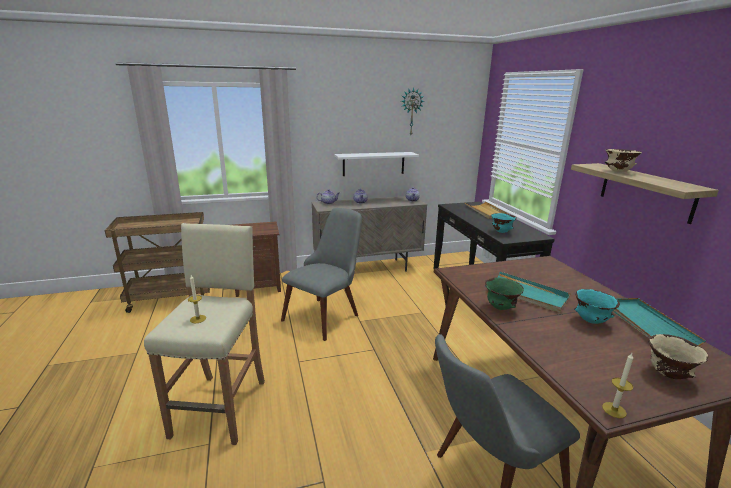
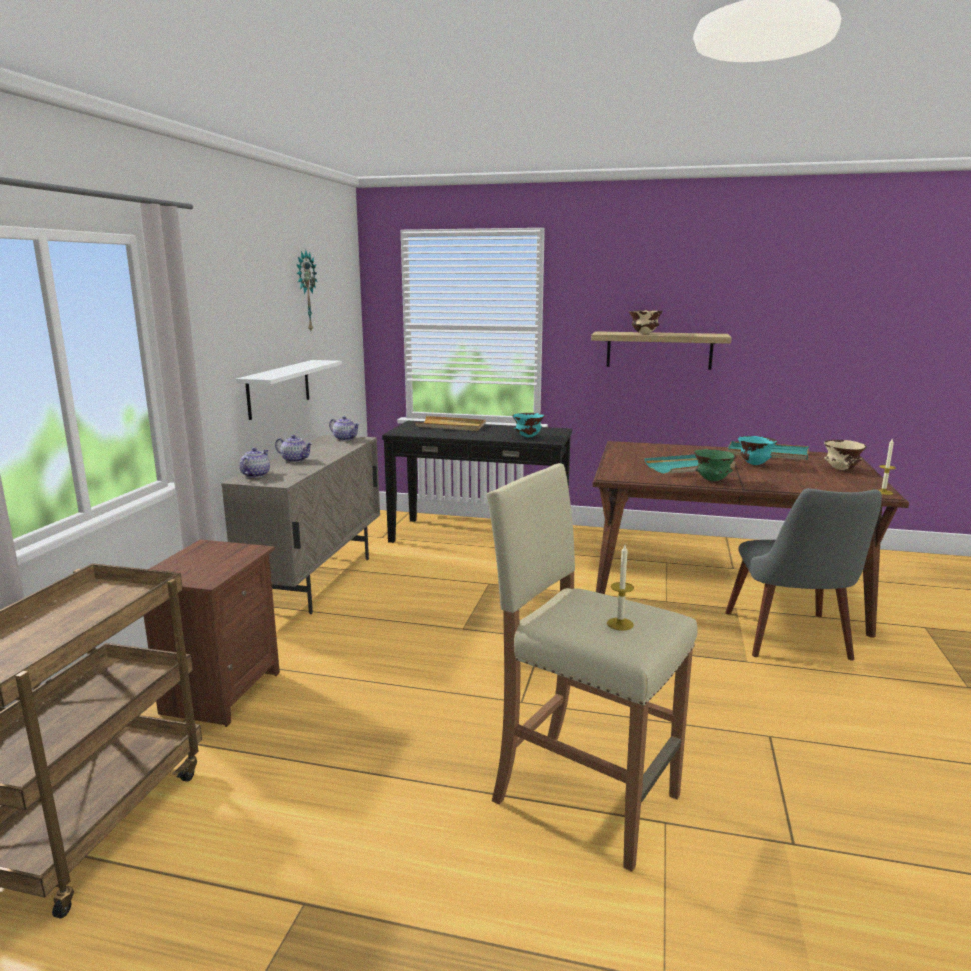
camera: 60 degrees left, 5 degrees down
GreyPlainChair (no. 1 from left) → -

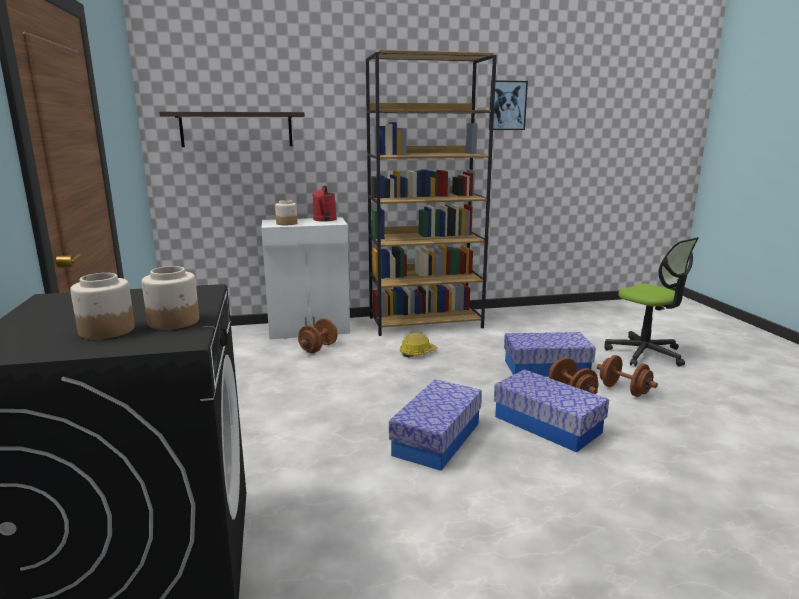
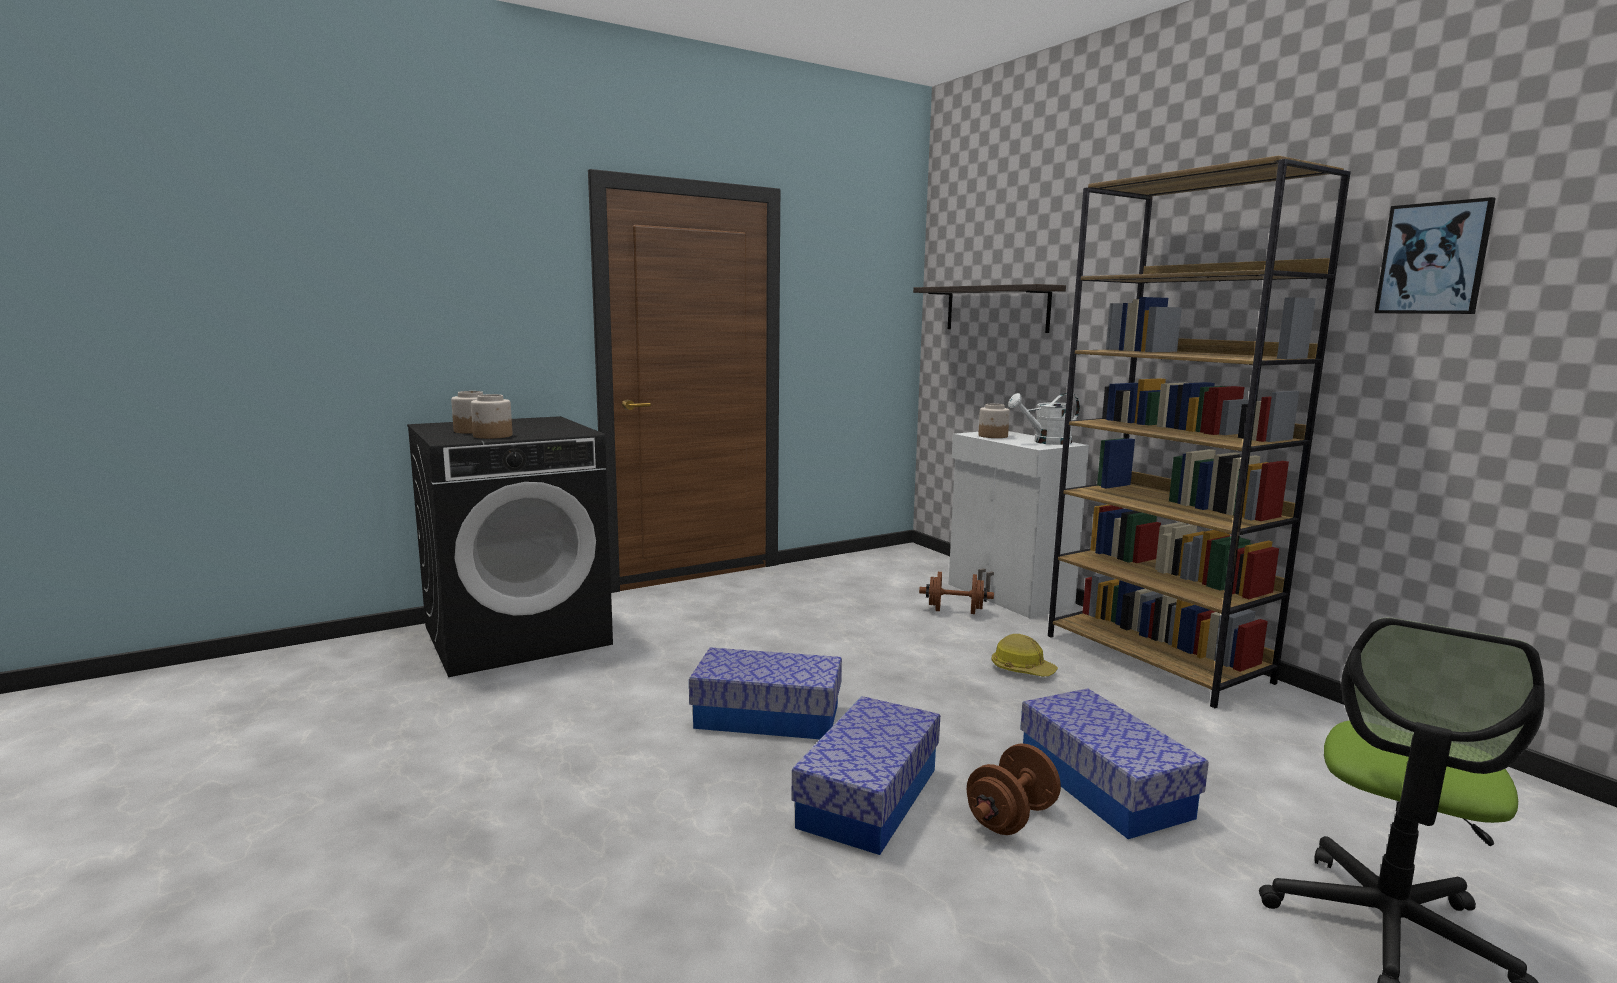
camera: 70 degrees right, 5 degrees down
BrownishDumbbell (no. 3 from left) → -
RedColouredWateringCan → WhiteColouredWateringCan

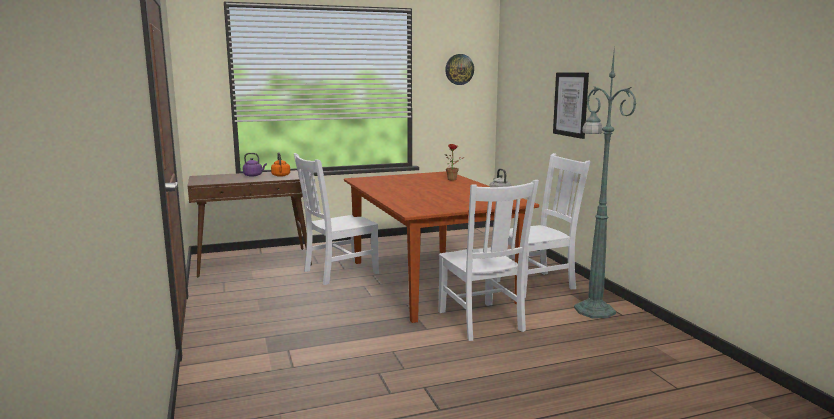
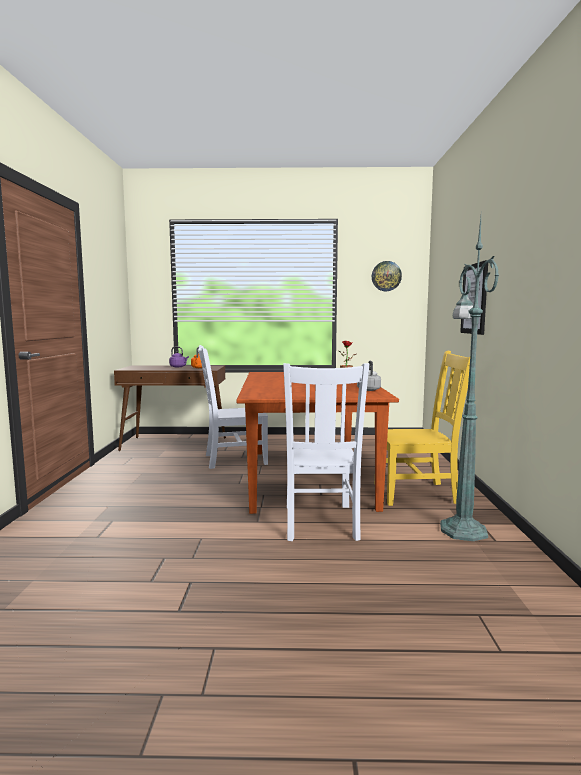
camera: 20 degrees right, 5 degrees down
WhiteColouredPlainChair (no. 3 from left) → YellowishPlainChair

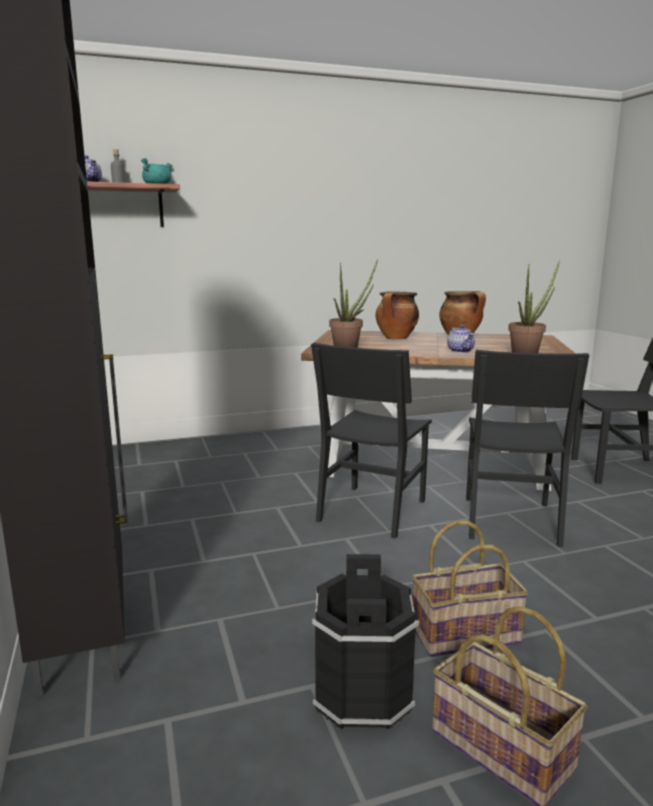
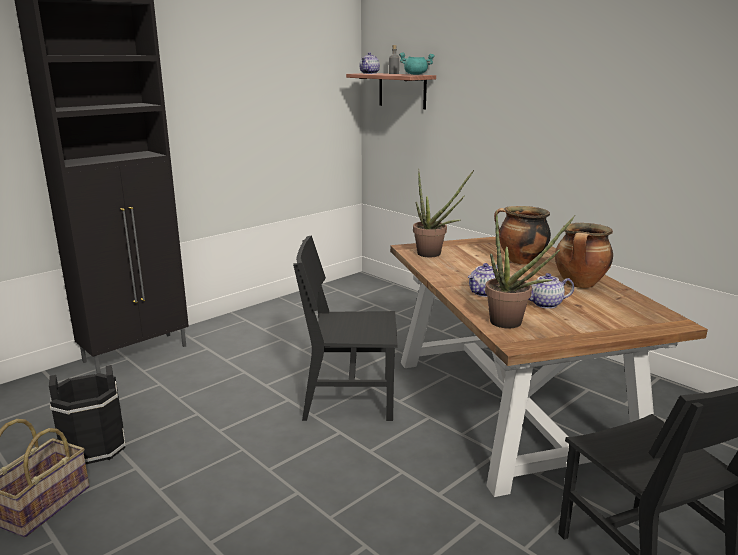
camera: 65 degrees right, 5 degrees up
HouseholdBasket (no. 1 from left) → -
BlackColouredPlainChair (no. 2 from left) → -
- → PotForTea (no. 3 from left)

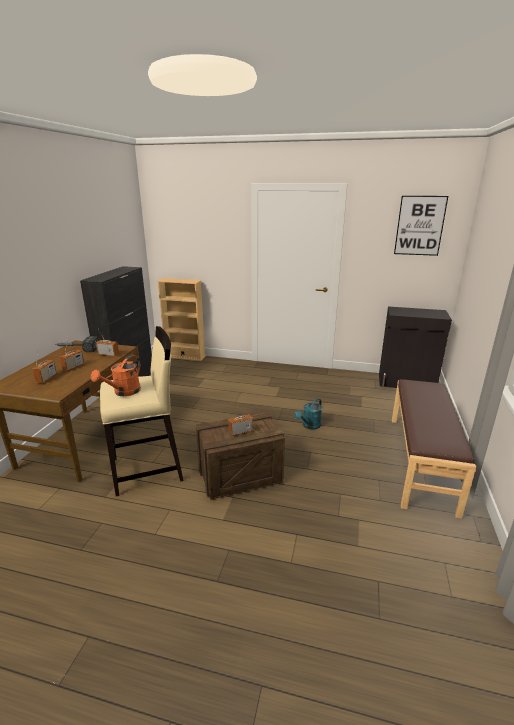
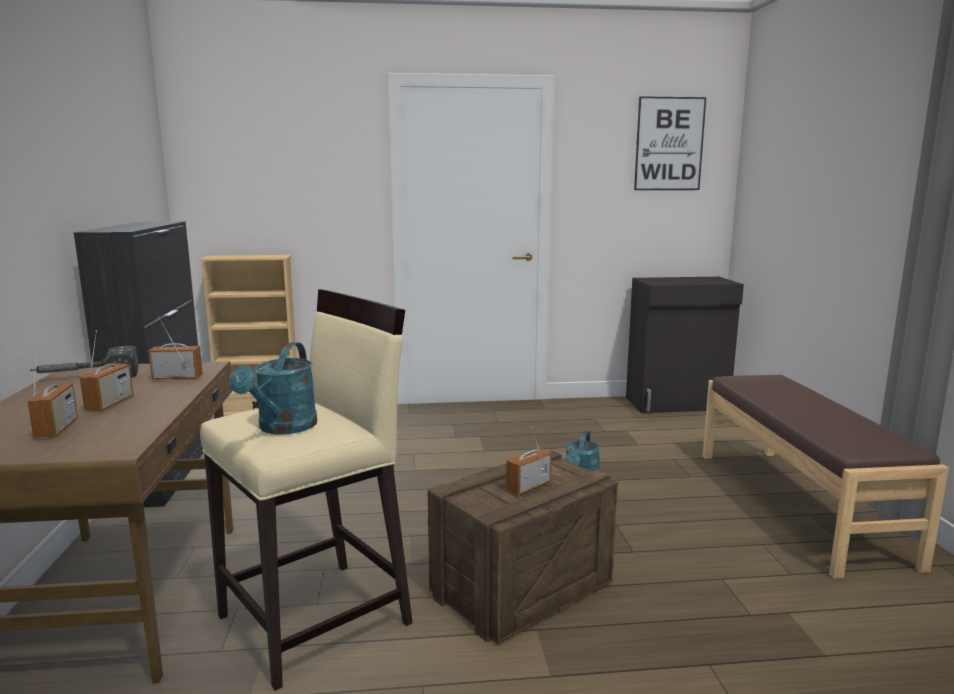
camera: 20 degrees left, 10 degrees down
OrangeyWateringCan → TurquoiseWateringCan (no. 1 from left)

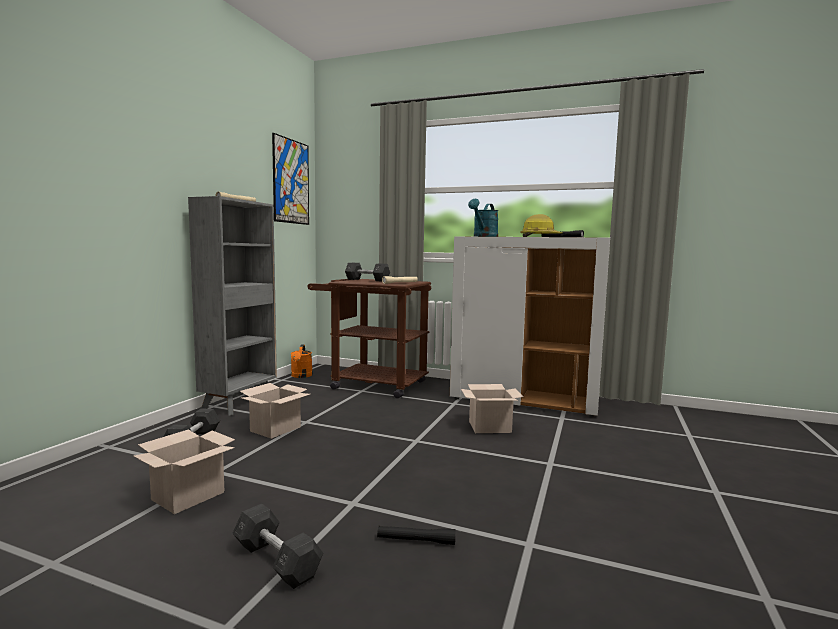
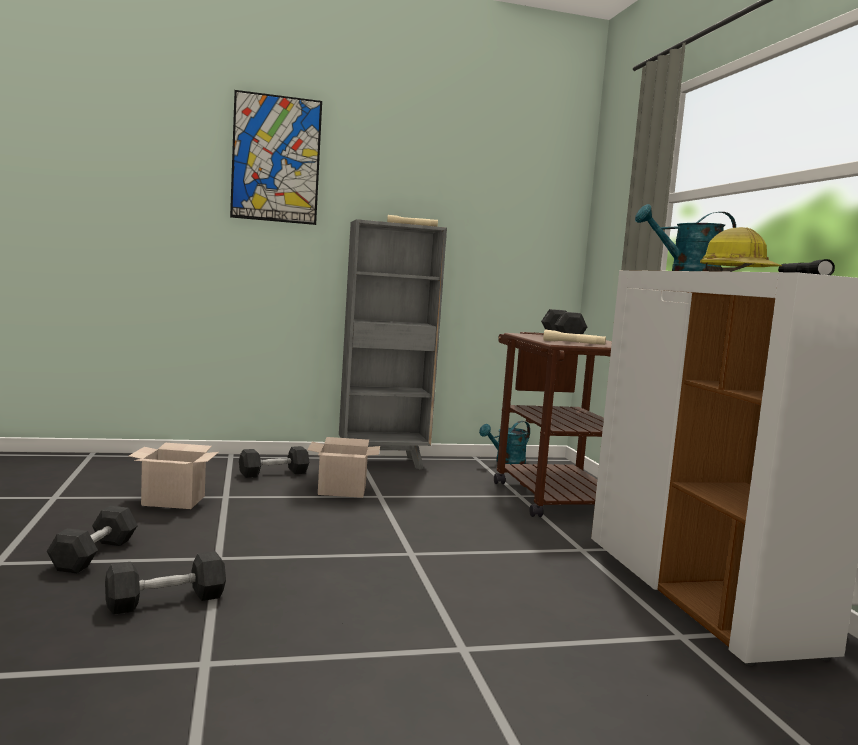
camera: 55 degrees right, 0 degrees up
CardboardBox (no. 3 from left) → -
WallArt, shifted
BlackColouredFlashlight (no. 1 from left) → GreyDumbbell (no. 2 from left)
OrangeyWateringCan → TurquoiseWateringCan (no. 1 from left)

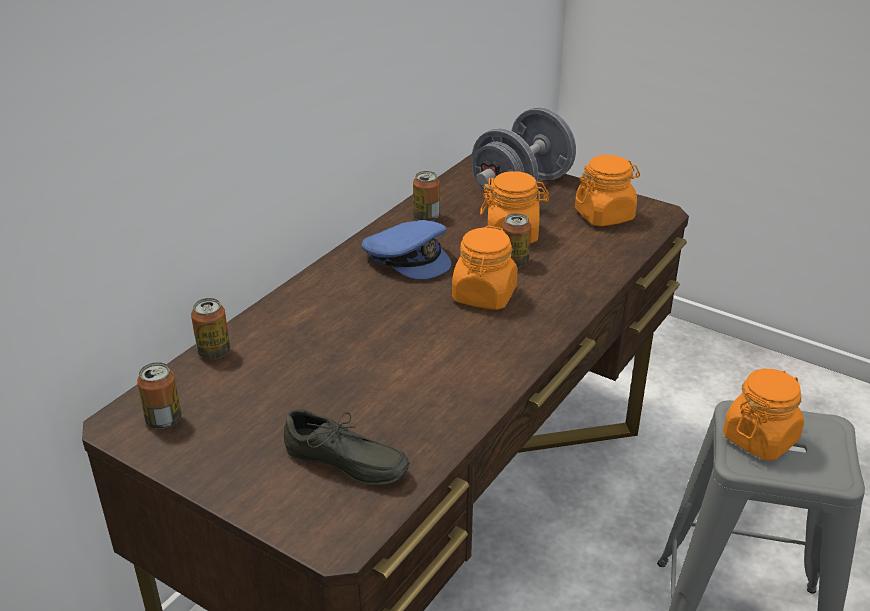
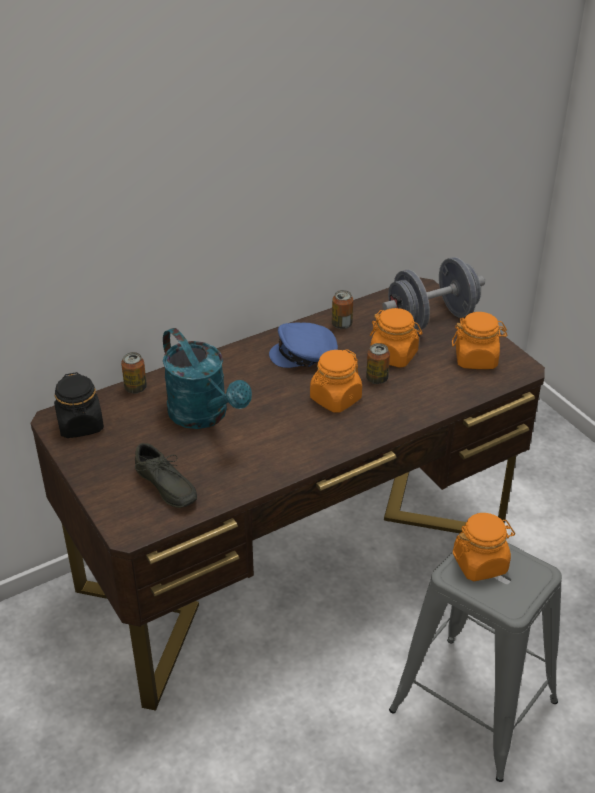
camera: 25 degrees right, 5 degrees up
- → TurquoiseWateringCan
Can (no. 1 from left) → BlackColouredPreserveJar
BluishCap, 105 degrees clockwise

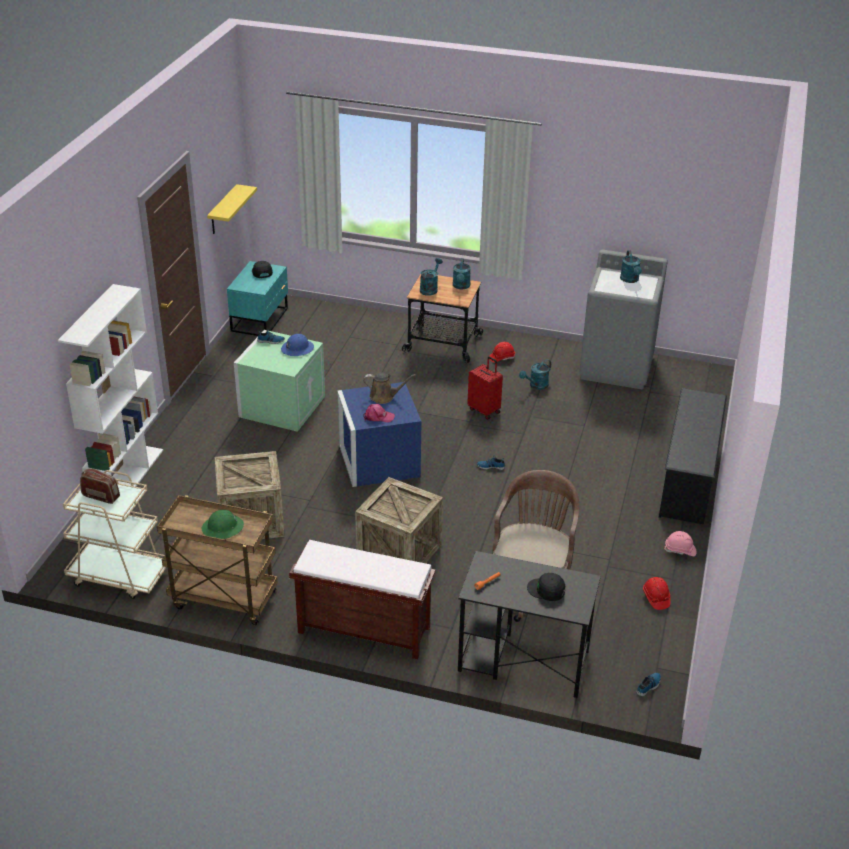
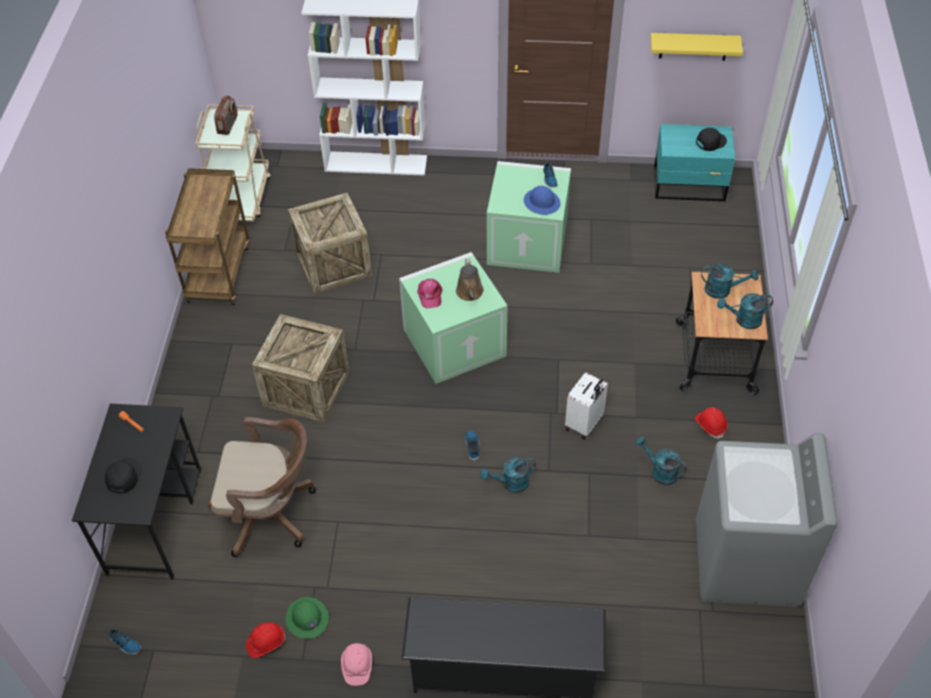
camera: 80 degrees right, 15 degrees up
BrownishBench → -
GreenColouredSafetyHelmet, shifted
TurquoiseWateringCan (no. 4 from left in the first image) → TurquoiseWateringCan (no. 1 from left), shifted
BluishStorageContainer → GreenColouredStorageContainer (no. 1 from left)
RedColouredPieceOfLuggage → WhiteColouredPieceOfLuggage

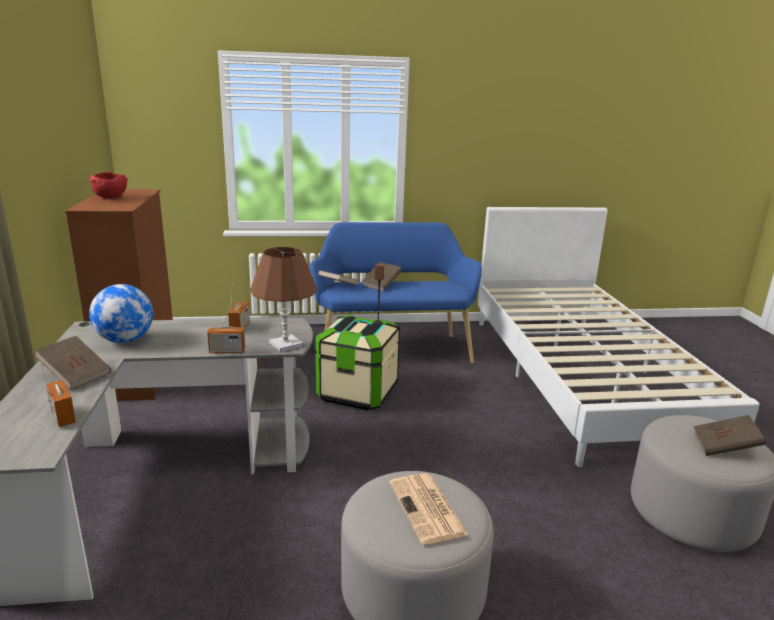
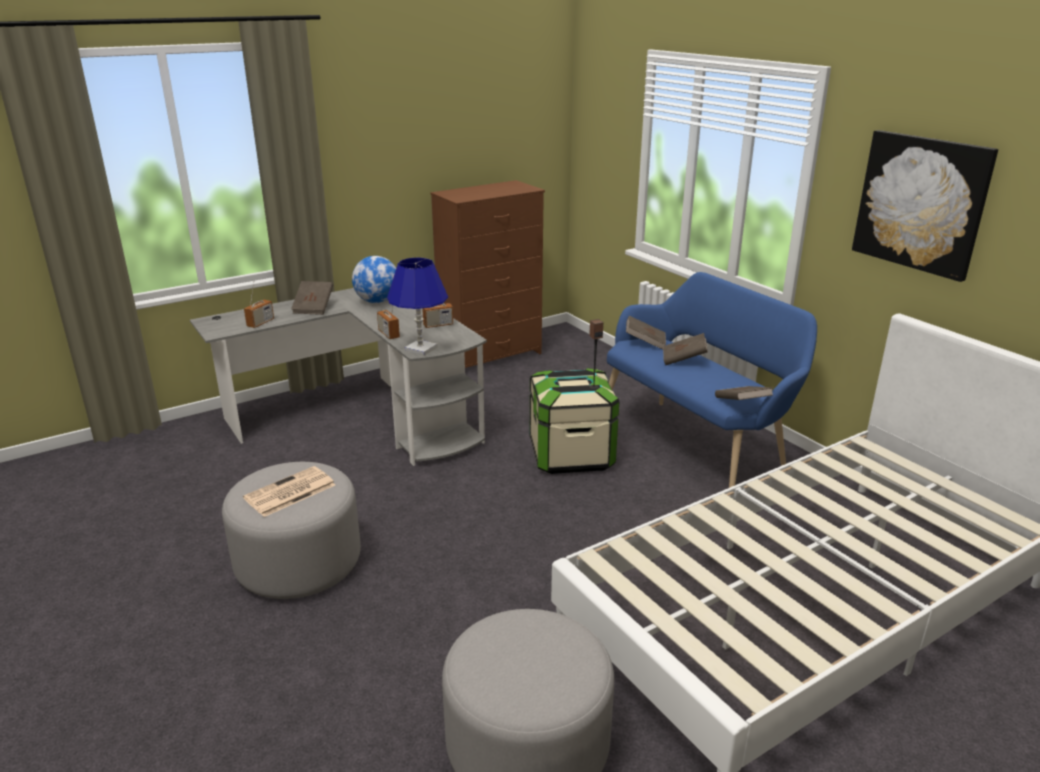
camera: 65 degrees right, 5 degrees up
RedColouredServingBowl → -
- → WallArt
BrownishBoundBook (no. 4 from left), shifted
BrownishLampForATable → BluishLampForATable

